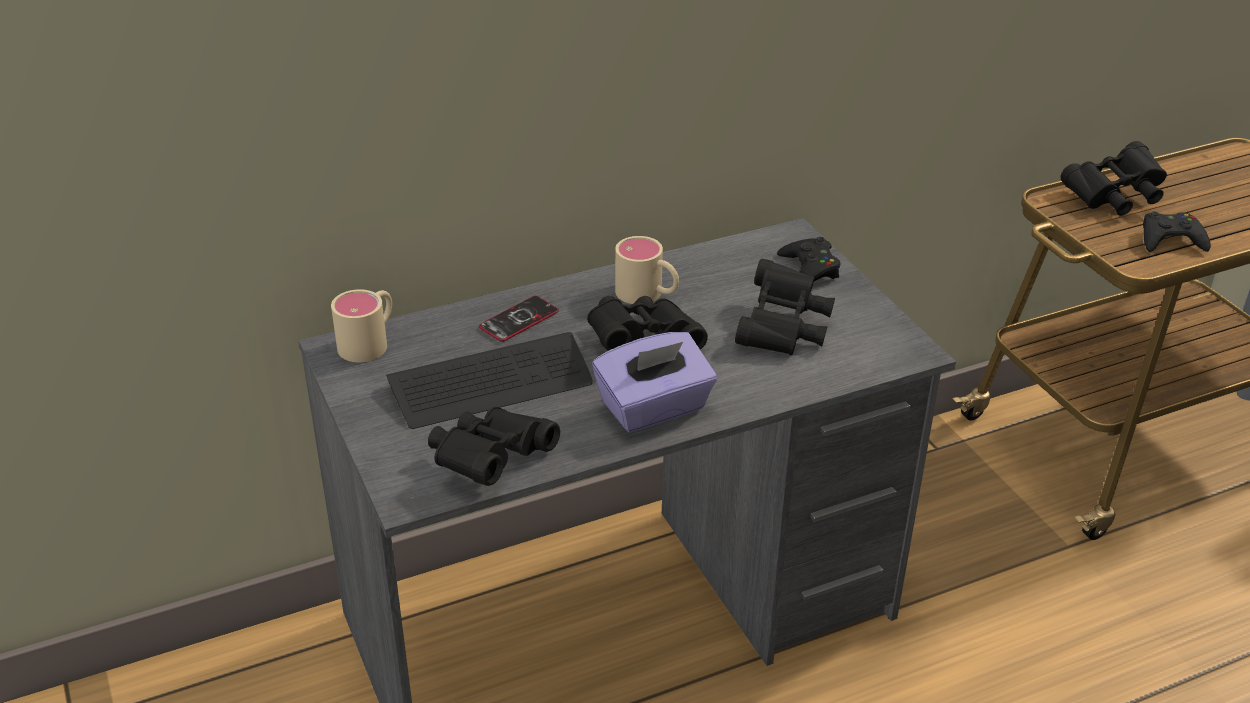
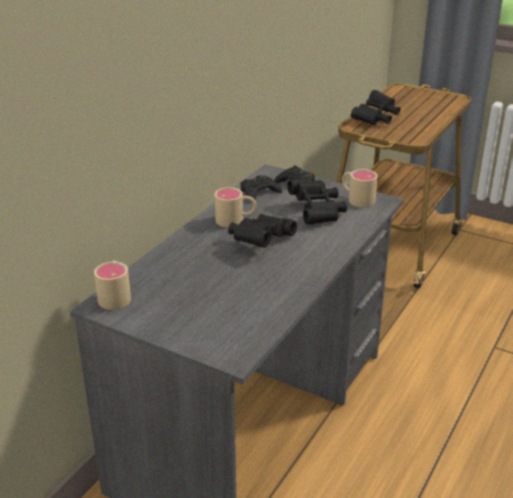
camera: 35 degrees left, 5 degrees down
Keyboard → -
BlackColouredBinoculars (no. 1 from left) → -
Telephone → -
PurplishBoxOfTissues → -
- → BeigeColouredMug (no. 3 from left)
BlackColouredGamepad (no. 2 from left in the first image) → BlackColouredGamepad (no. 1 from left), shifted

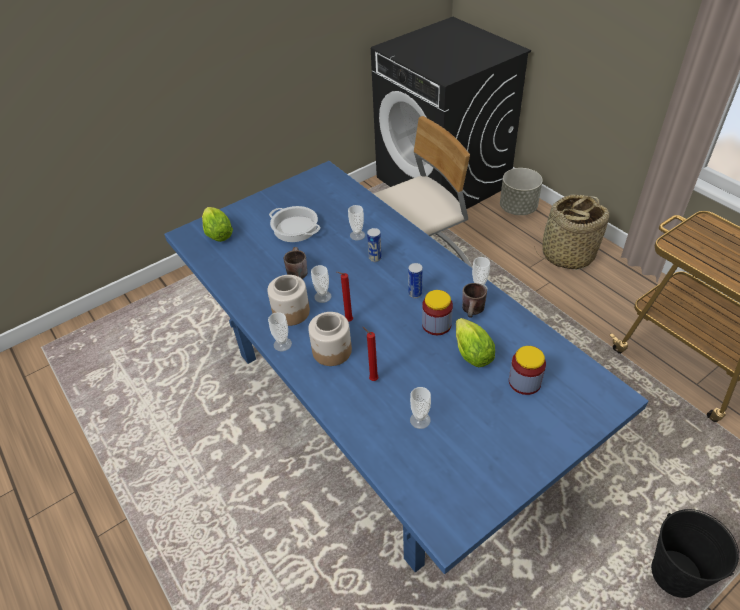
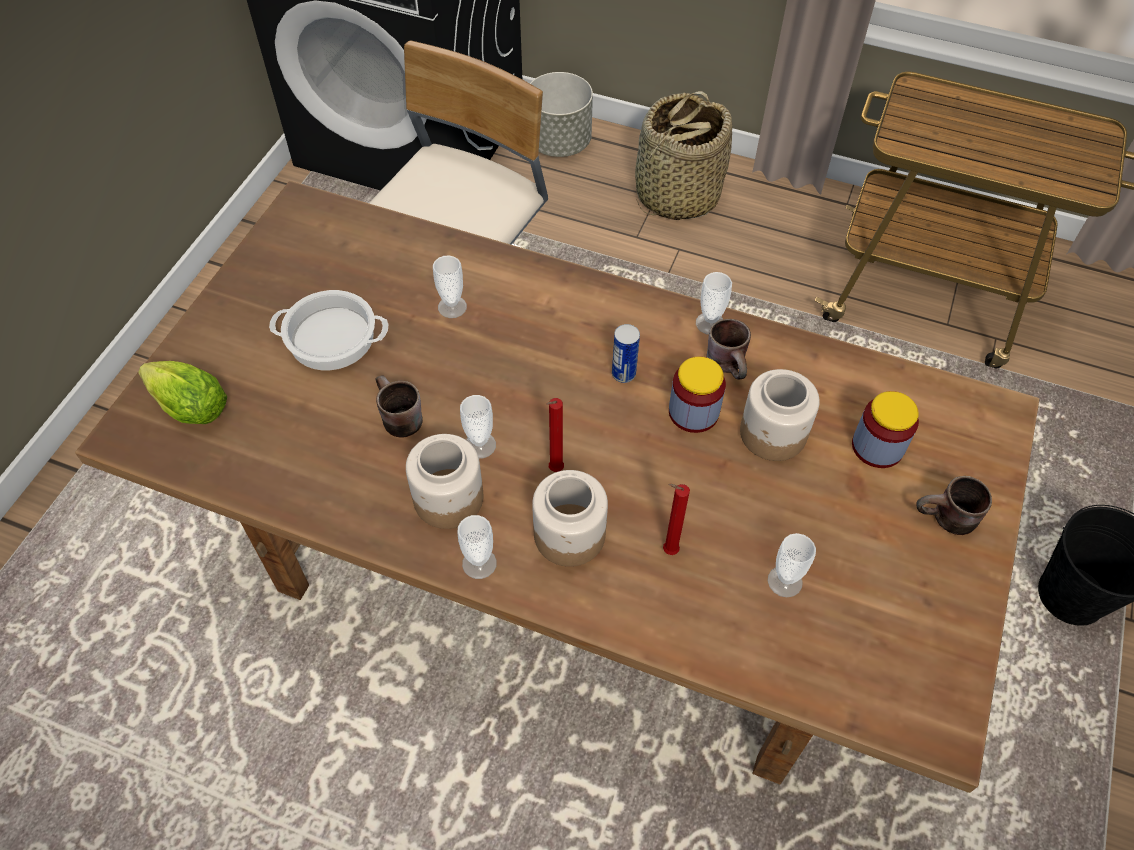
camera: 35 degrees left, 10 degrees up
Can (no. 1 from left) → -
- → BrownishMug (no. 3 from left)
HeadOfLettuce (no. 2 from left) → PreserveJar (no. 4 from left)
BluishKitchenTable → BrownishKitchenTable

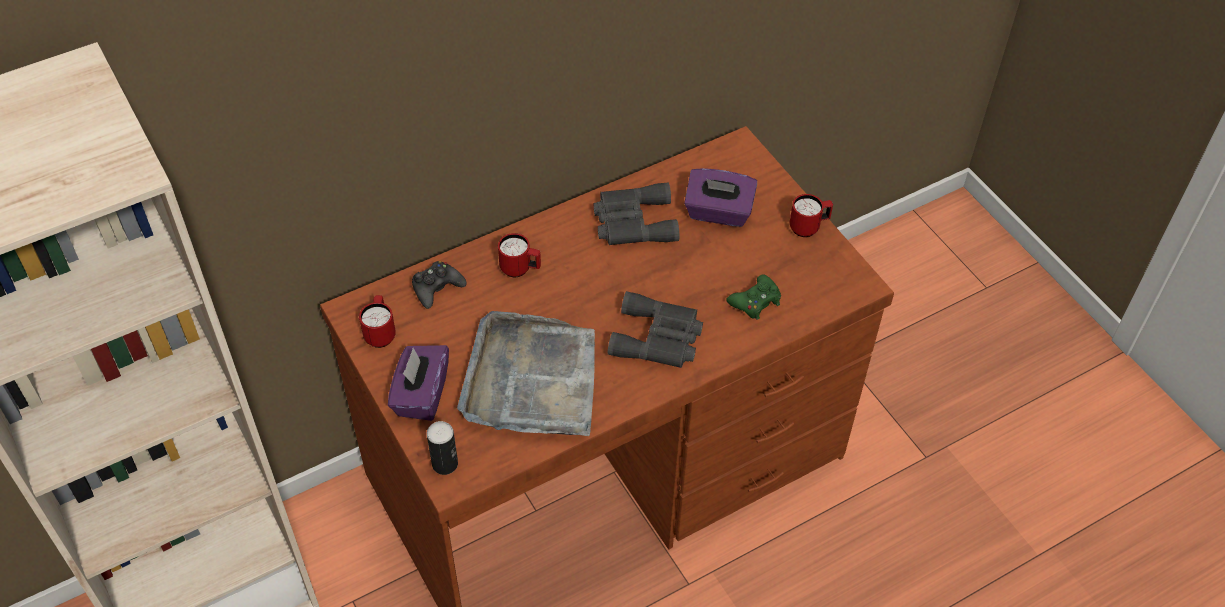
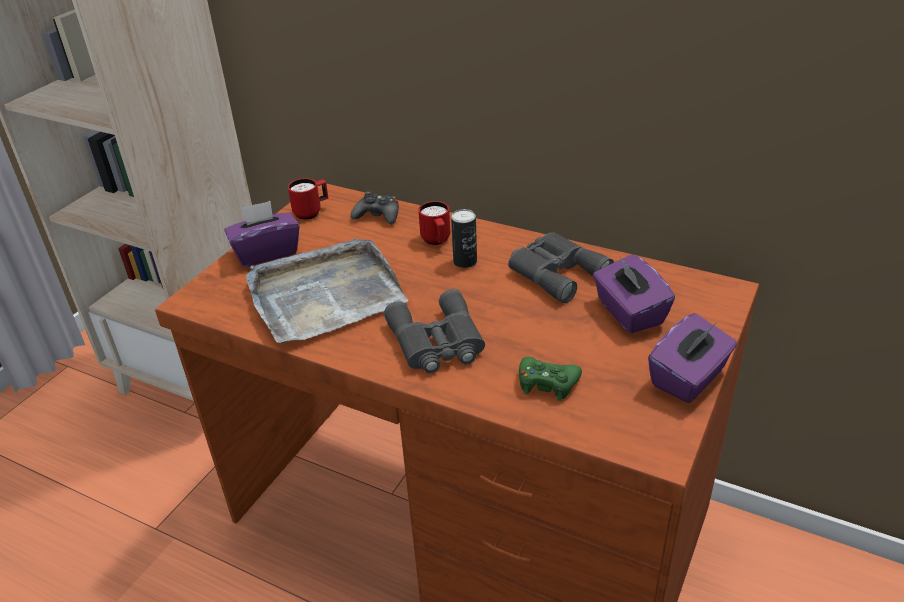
camera: 60 degrees right, 15 degrees down
Can, shifted
RedColouredMug (no. 3 from left) → PurplishBoxOfTissues (no. 3 from left)

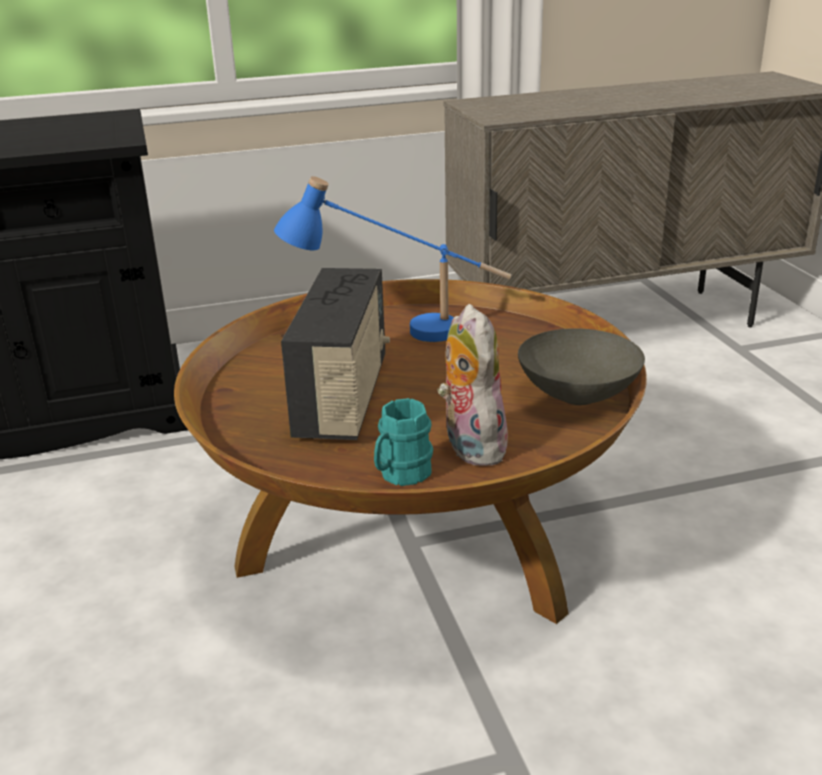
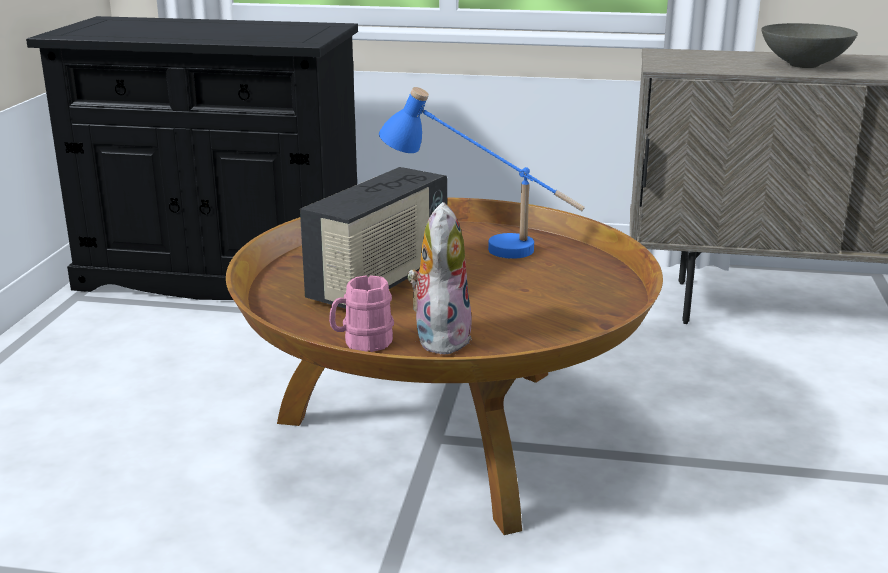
camera: 25 degrees right, 5 degrees down
GreyServingBowl, shifted
TurquoiseMug → PinkishMug

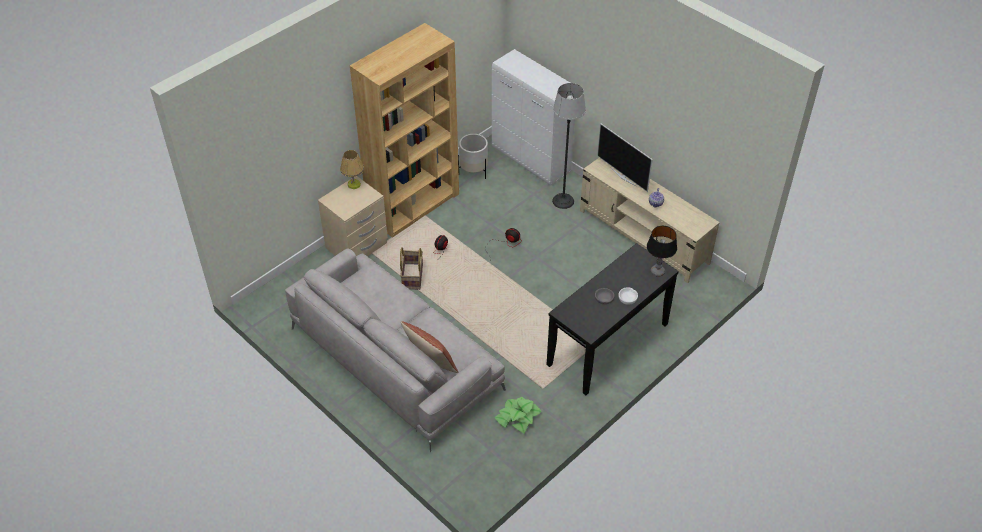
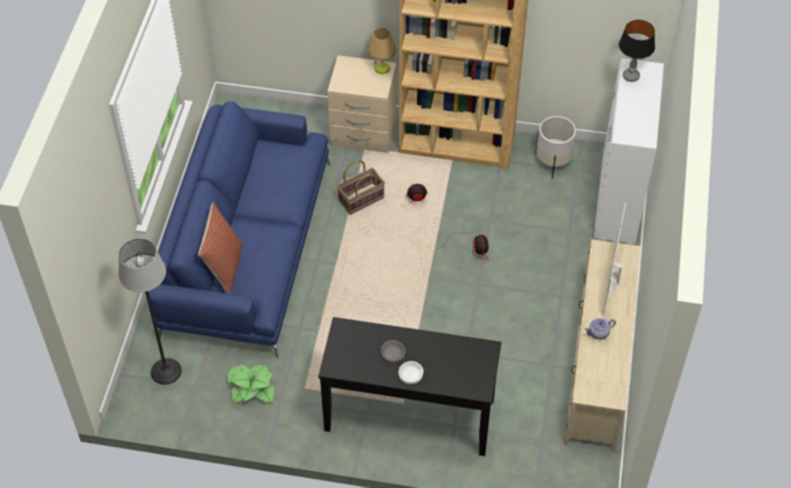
camera: 55 degrees right, 5 degrees up
FloorLamp, shifted
LampForATable (no. 2 from left), shifted
GreySettee → BluishSettee

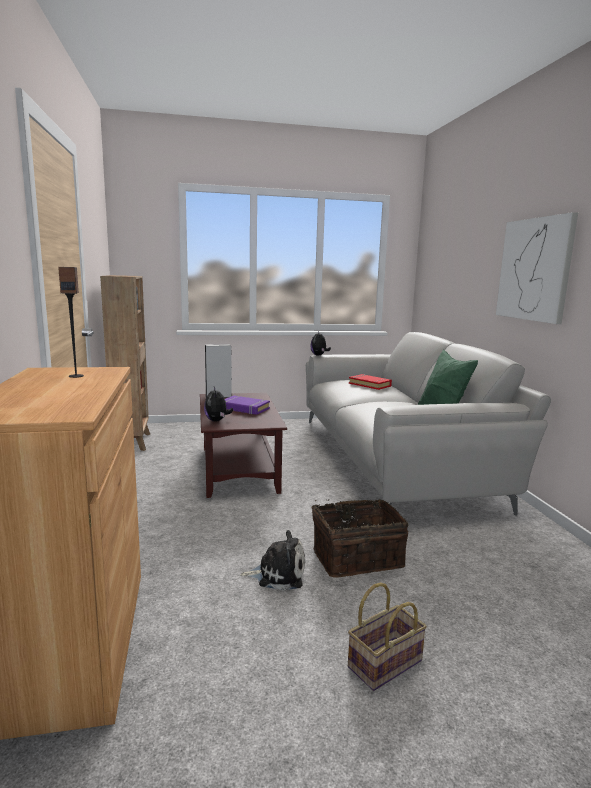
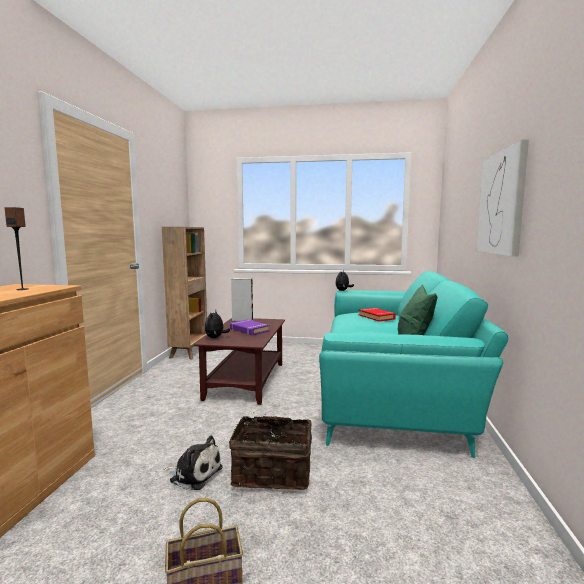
camera: 20 degrees right, 5 degrees down
GreySettee → TurquoiseSettee

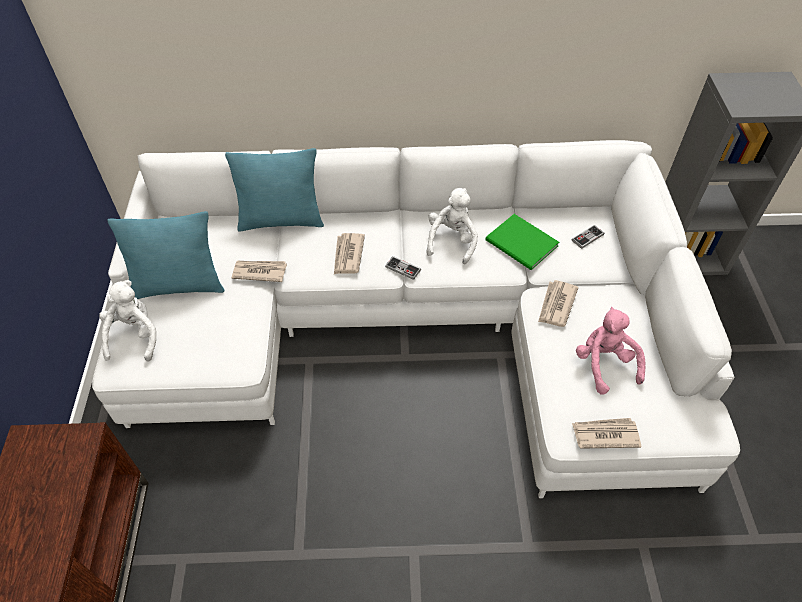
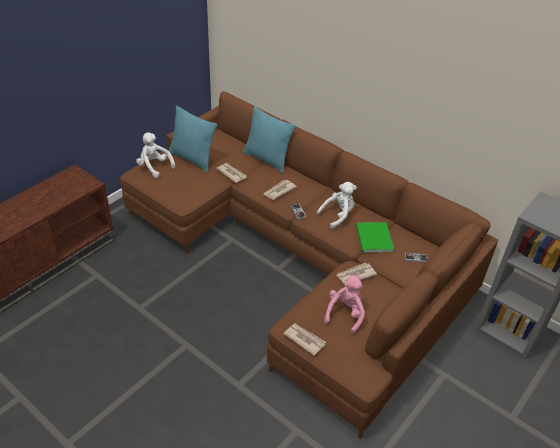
camera: 40 degrees right, 10 degrees down
WhiteColouredSettee → BrownishSettee
WhiteColouredSoftToy (no. 1 from left), 90 degrees counterclockwise

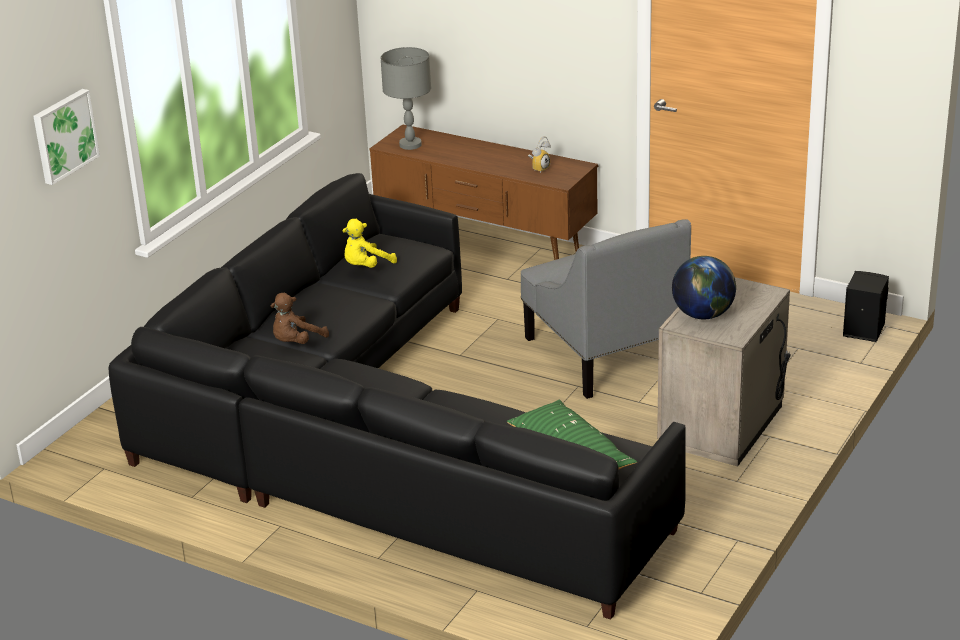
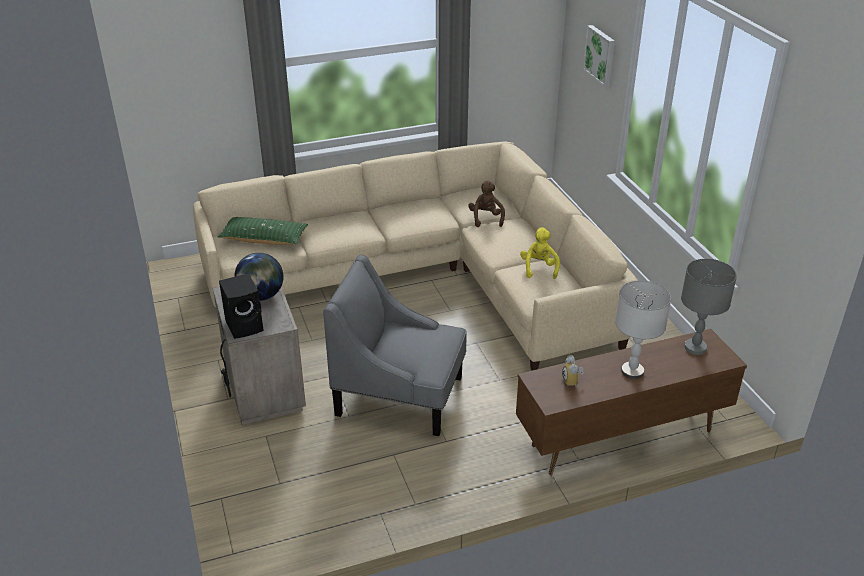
camera: 130 degrees right, 5 degrees up
- → GreyLampForATable (no. 1 from left)
BlackColouredAudioSpeaker, shifted
BlackColouredSettee → BeigeColouredSettee

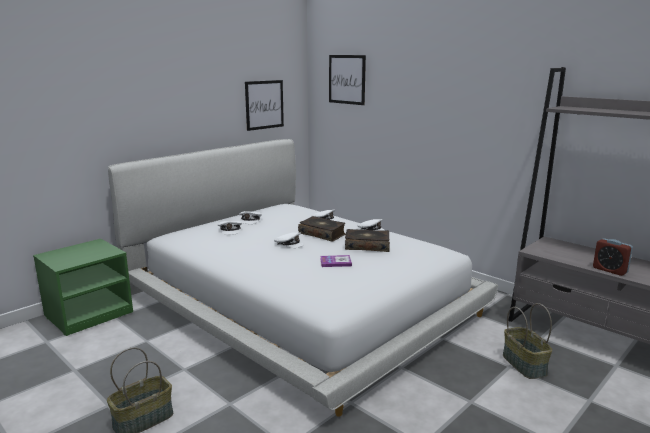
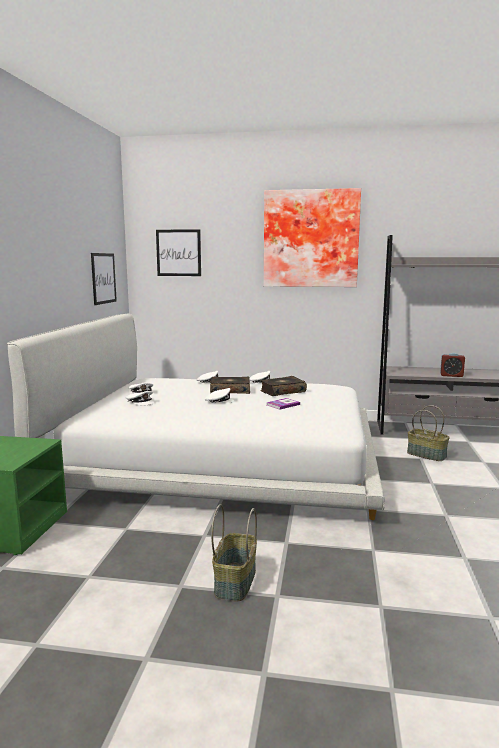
camera: 35 degrees left, 5 degrees down
- → WallArt (no. 3 from left)

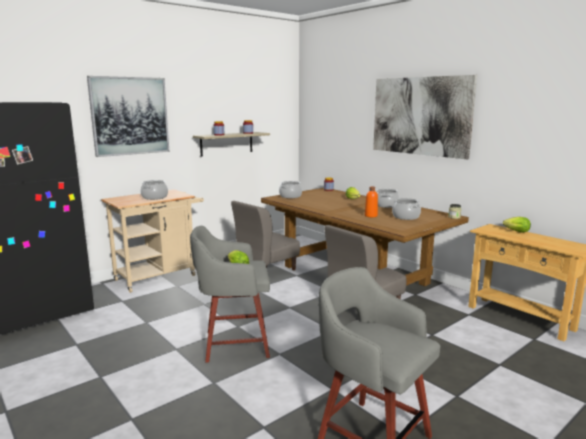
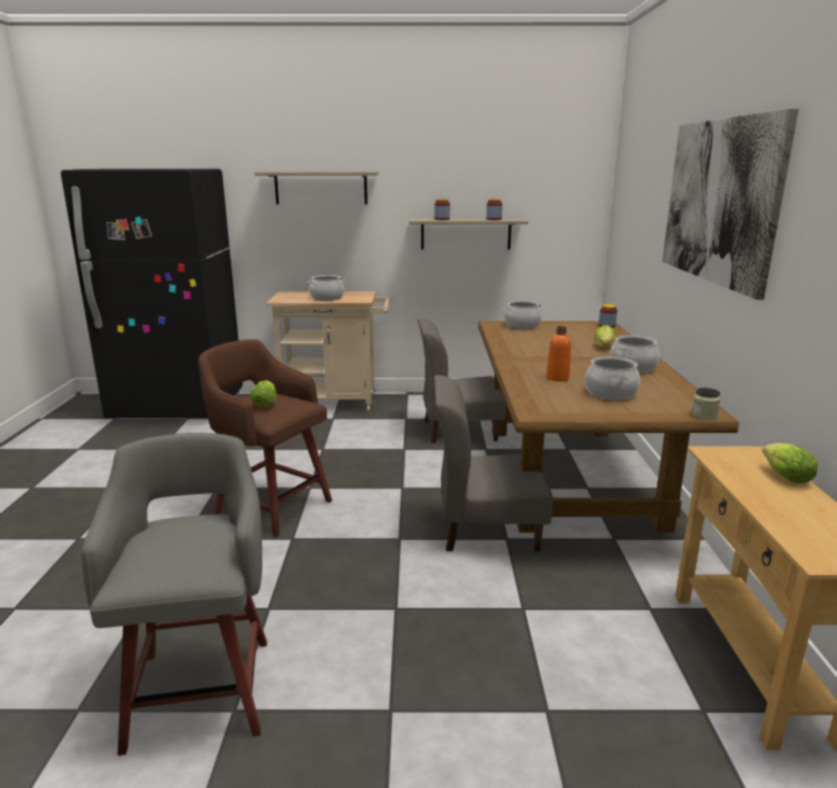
camera: 40 degrees right, 5 degrees up
WallArt (no. 1 from left) → WallShelf (no. 1 from left)
GreyStoolSeat (no. 1 from left) → BrownishStoolSeat

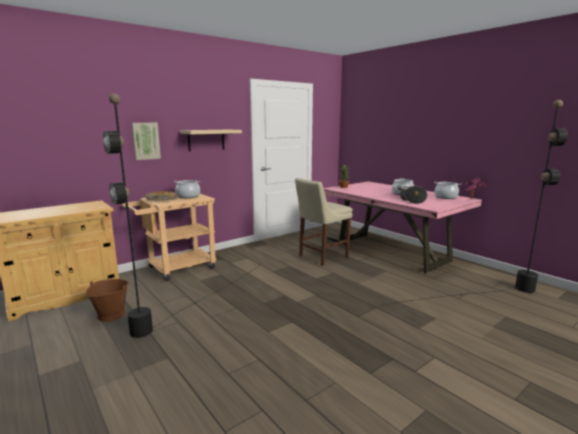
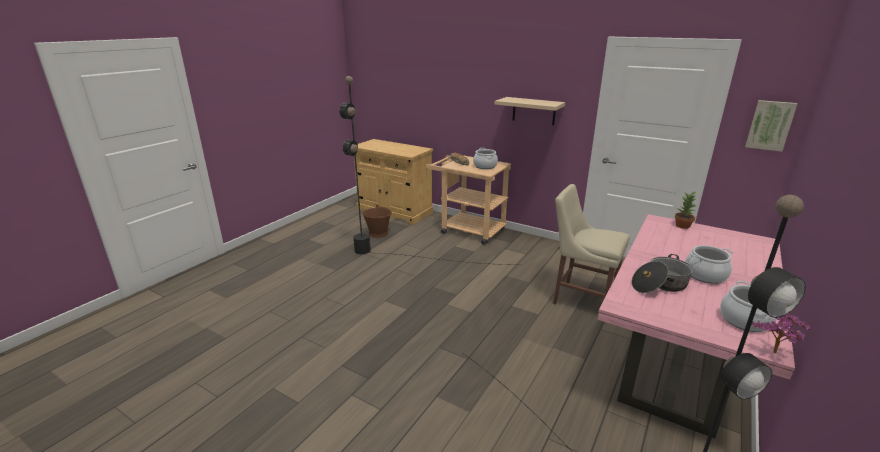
camera: 70 degrees right, 10 degrees up
WallArt, shifted

